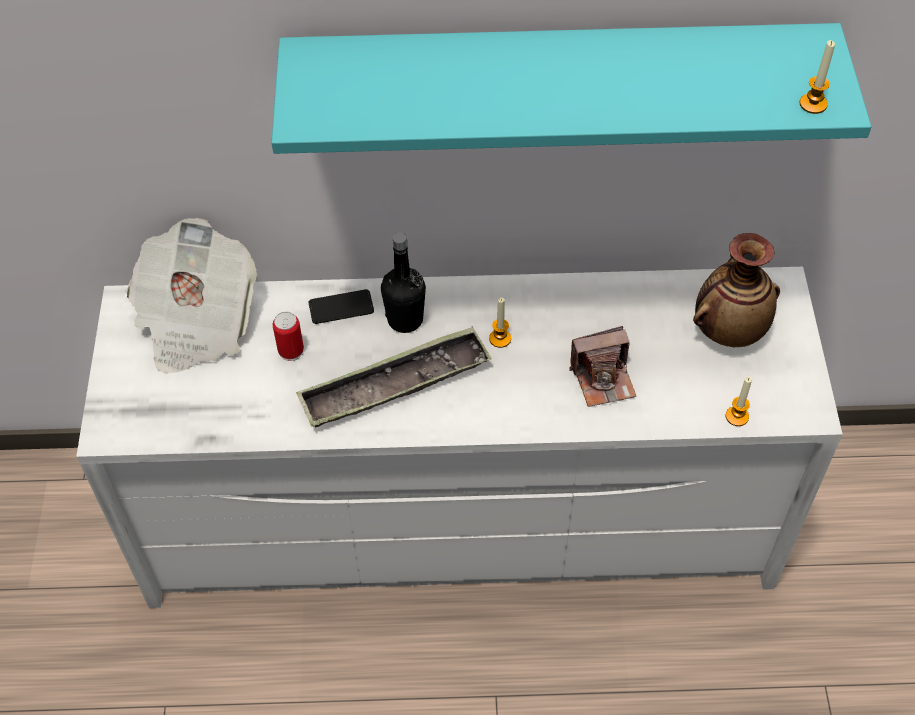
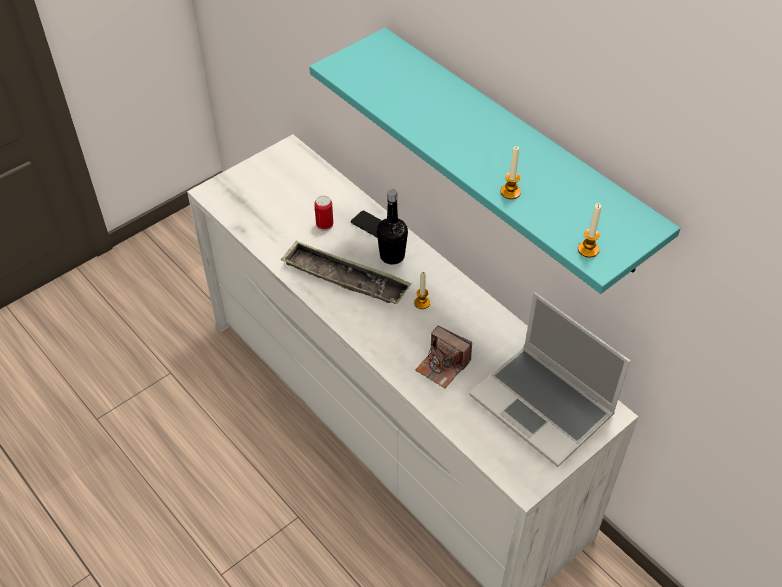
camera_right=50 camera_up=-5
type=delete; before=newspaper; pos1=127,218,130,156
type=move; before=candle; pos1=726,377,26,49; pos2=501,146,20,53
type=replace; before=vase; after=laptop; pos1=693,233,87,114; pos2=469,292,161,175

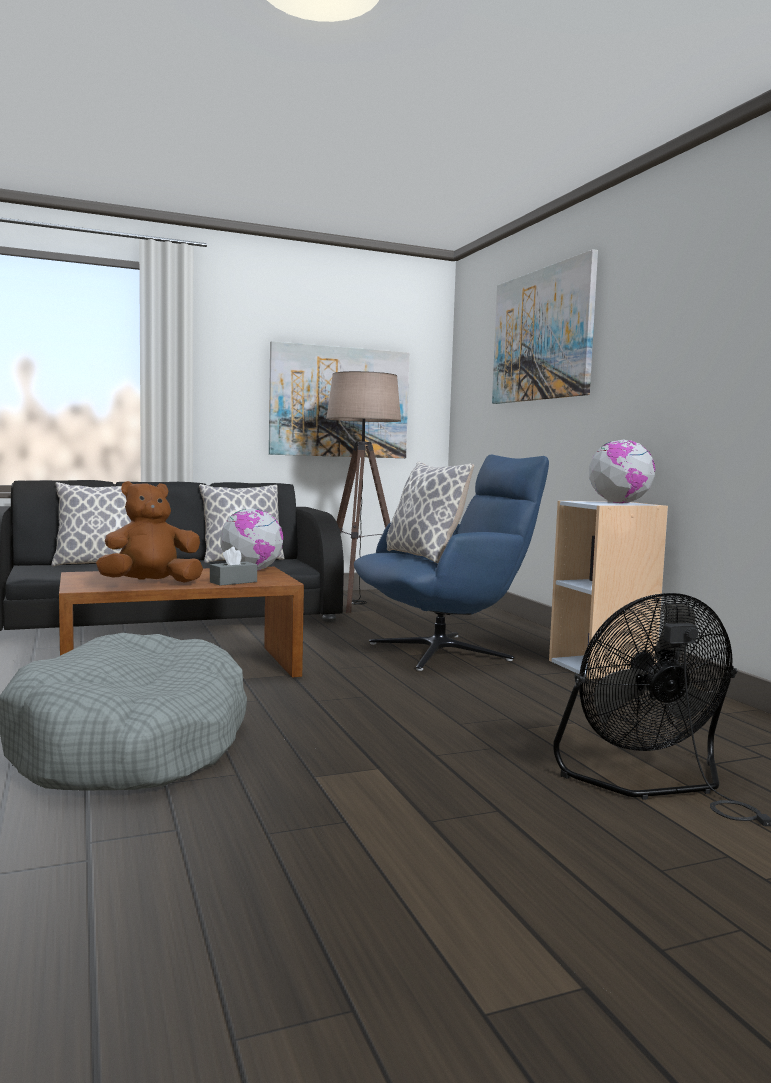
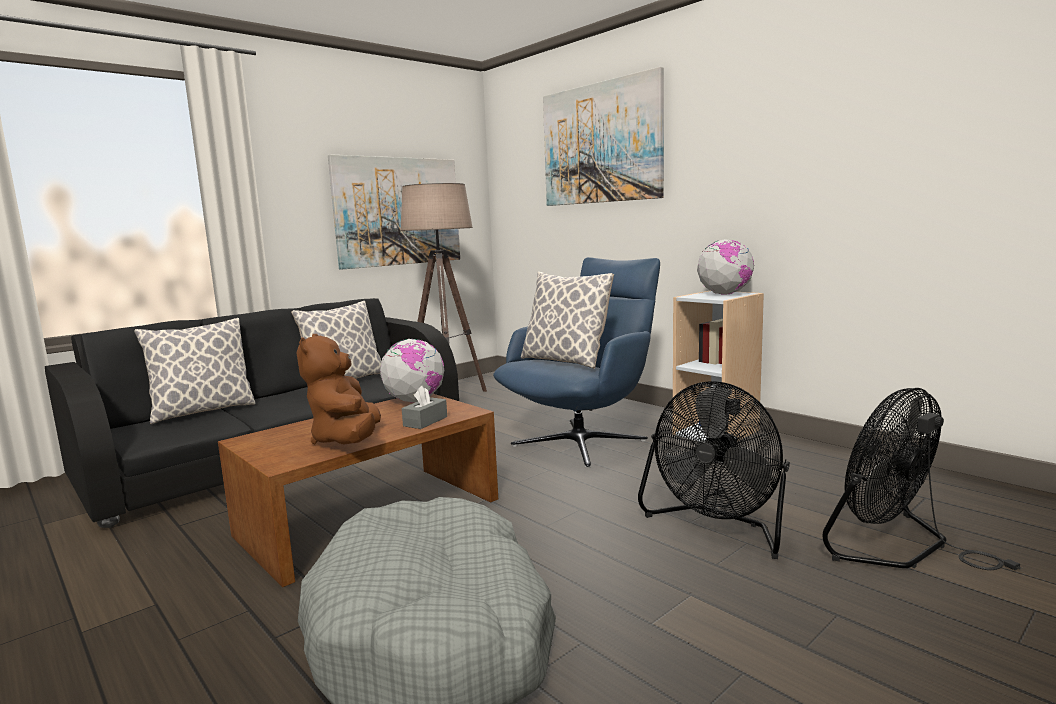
camera_right=-20 camera_up=5
type=insert; after=black_fan; pos2=638,381,152,178
type=rotate; before=brown_plush_toy; pos1=96,481,107,102; pos2=297,334,84,110; turn=-45

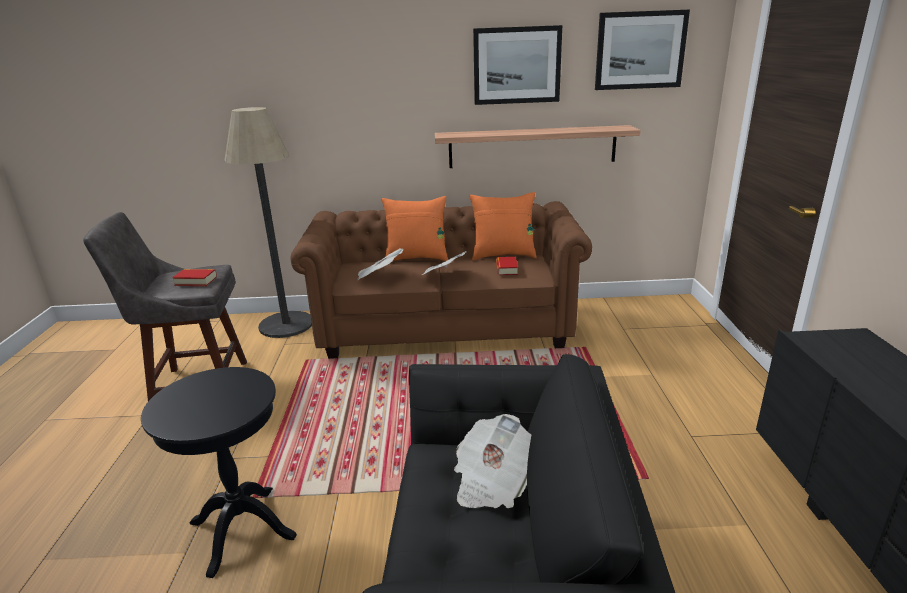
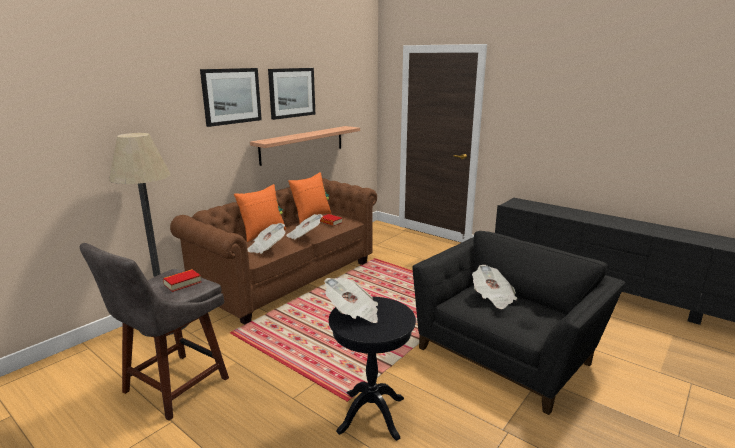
camera_right=-50 camera_up=-5
type=insert; after=newspaper; pos2=324,278,54,45
type=move; before=picture; pos1=595,10,95,80; pos2=200,68,62,59

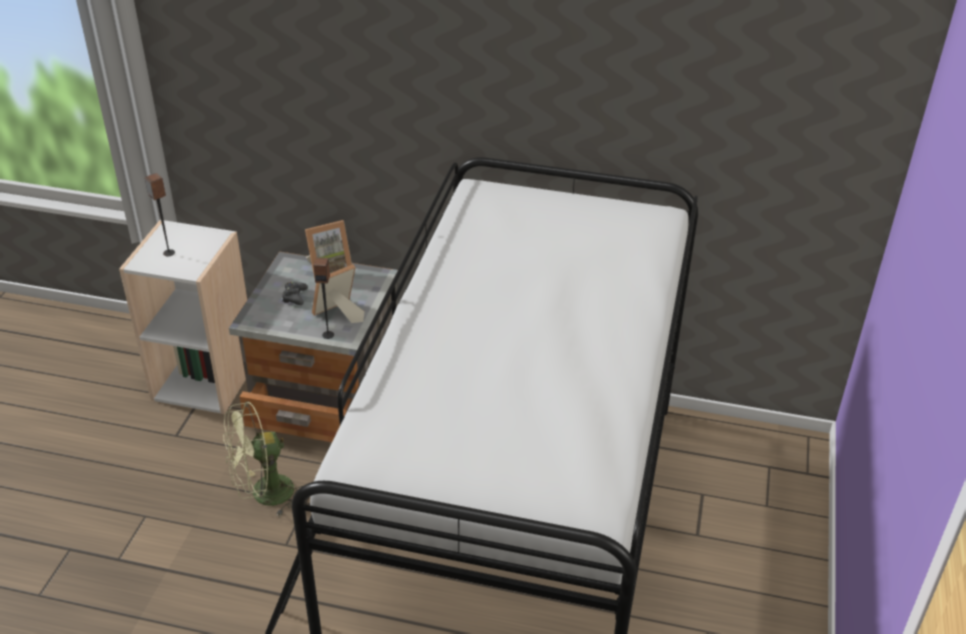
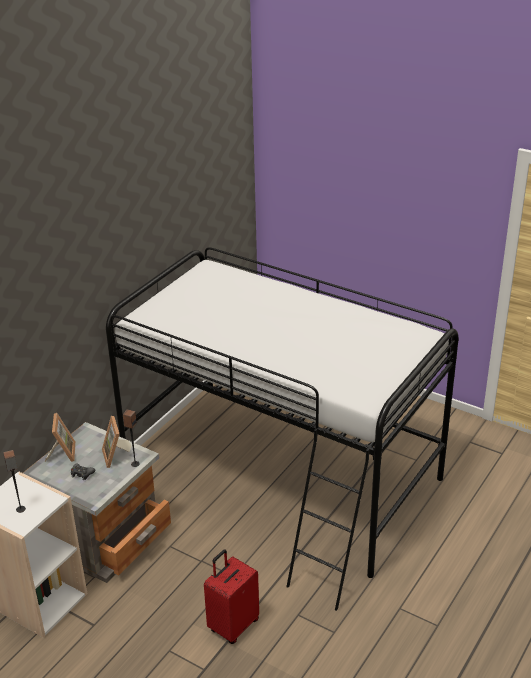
camera_right=-70 camera_up=-5
type=delete; before=green_fan; pos1=223,401,79,116
type=insert; after=red_suitcase; pos2=204,549,55,95

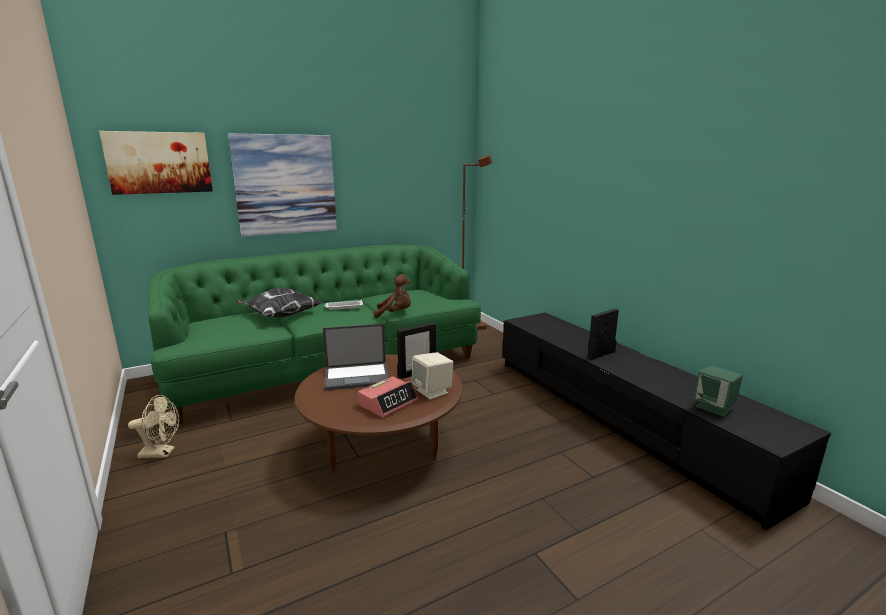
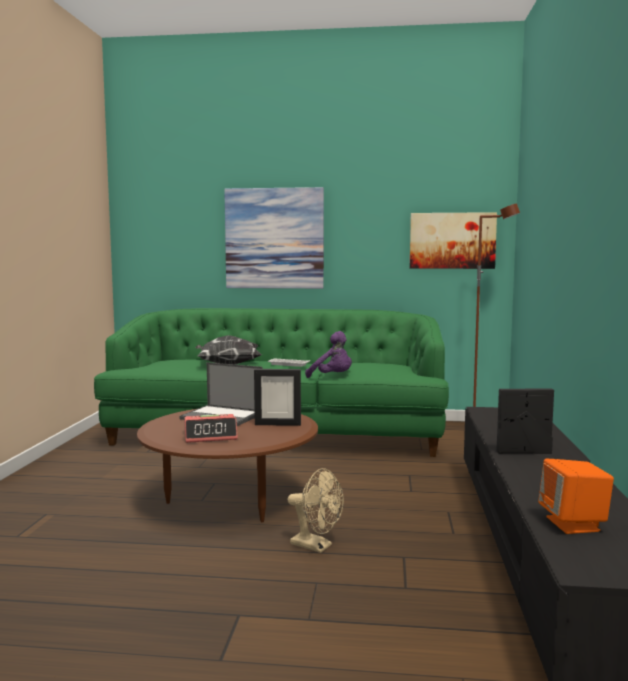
camera_right=35 camera_up=-10
type=delete; before=beige_speaker; pos1=411,352,42,48
type=move; before=picture; pos1=99,131,114,64; pos2=410,212,87,57
type=move; before=beige_fan; pos1=128,395,51,63; pos2=288,468,56,85
type=recolor; before=brown_plush_toy; after=purple_plush_toy; pos1=374,274,37,44; pos2=305,331,47,47
type=recolor; before=green_speaker; after=orange_speaker; pos1=693,366,50,51; pos2=538,459,76,75

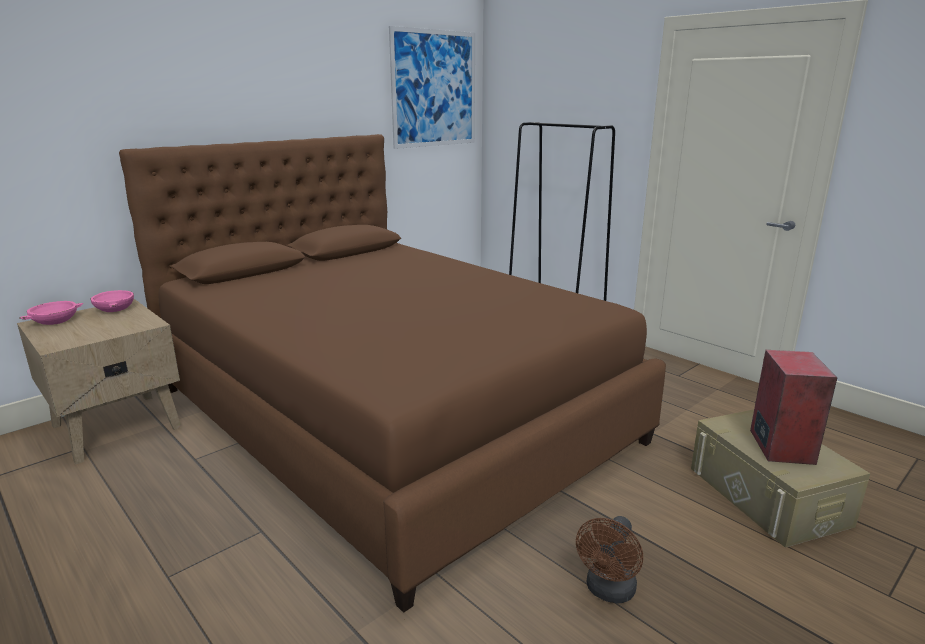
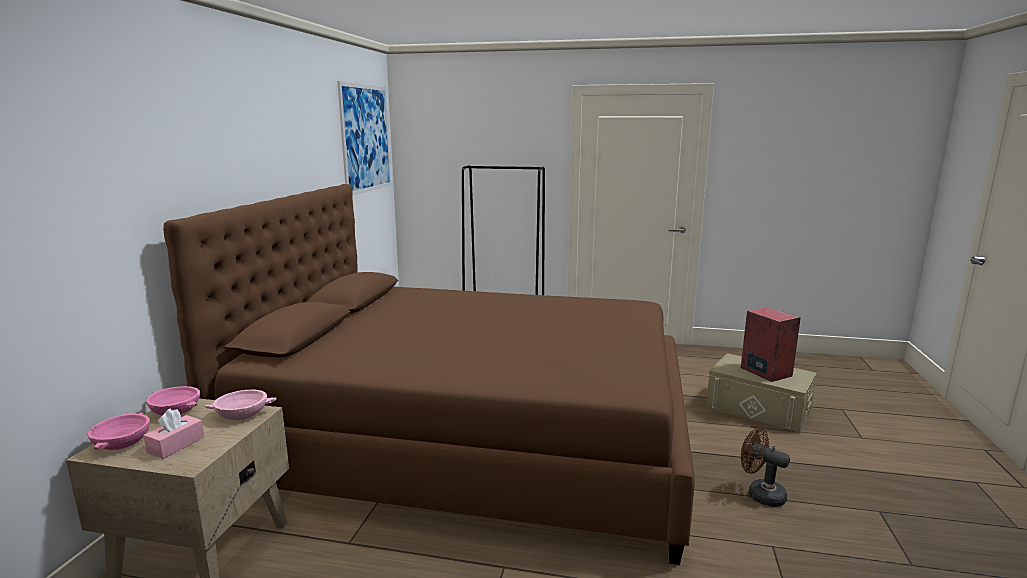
camera_right=-35 camera_up=-5
type=insert; after=pink_tissue_box; pos2=143,409,61,50
type=insert; after=pink_bowl; pos2=204,390,73,30
type=rotate; before=brown_fan; pos1=576,516,67,88; pos2=741,428,49,79; turn=135

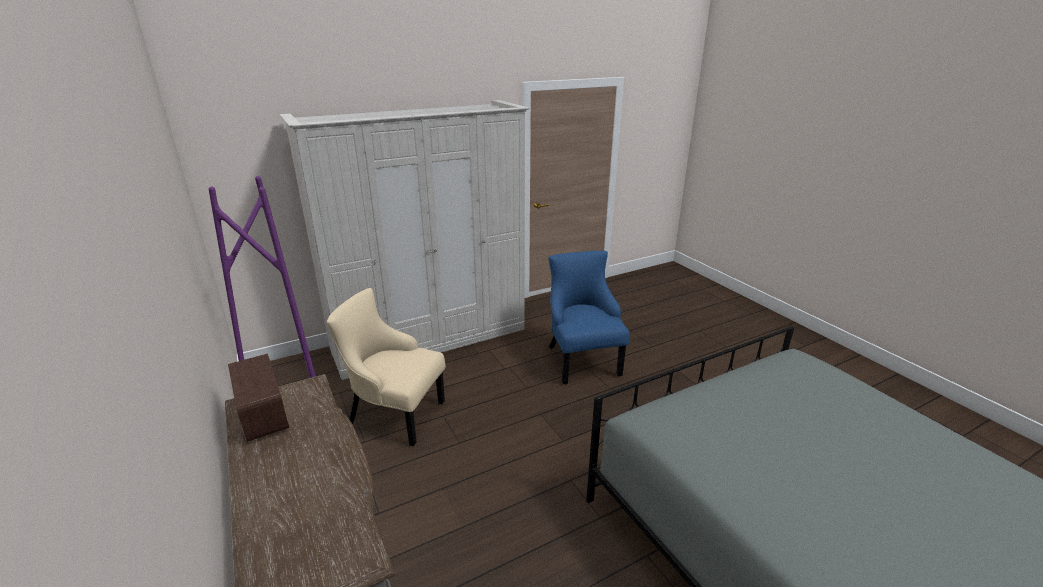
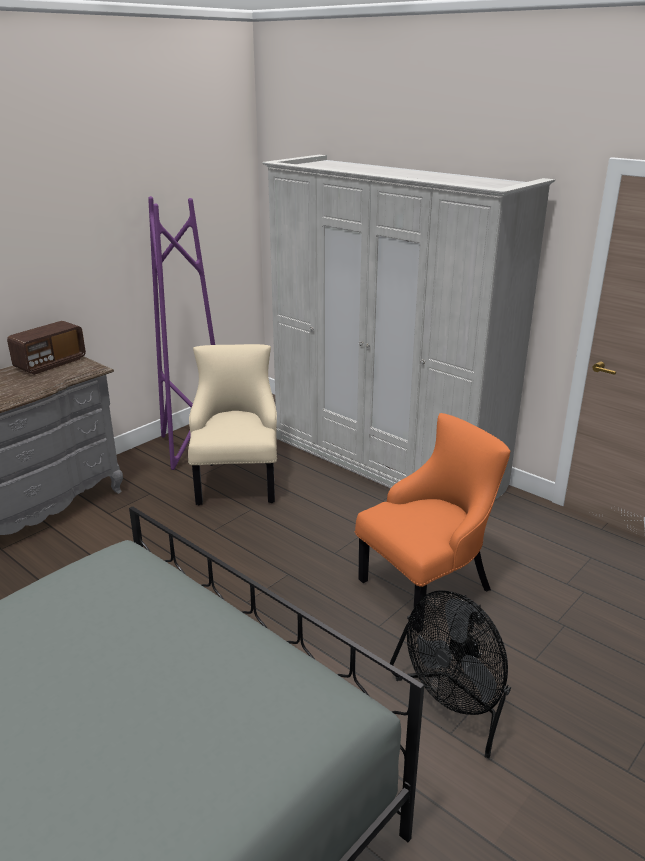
camera_right=70 camera_up=0
type=insert; after=black_fan; pos2=390,590,121,168
type=recolor; before=blue_chair; after=orange_chair; pos1=548,251,82,133; pos2=355,413,155,220

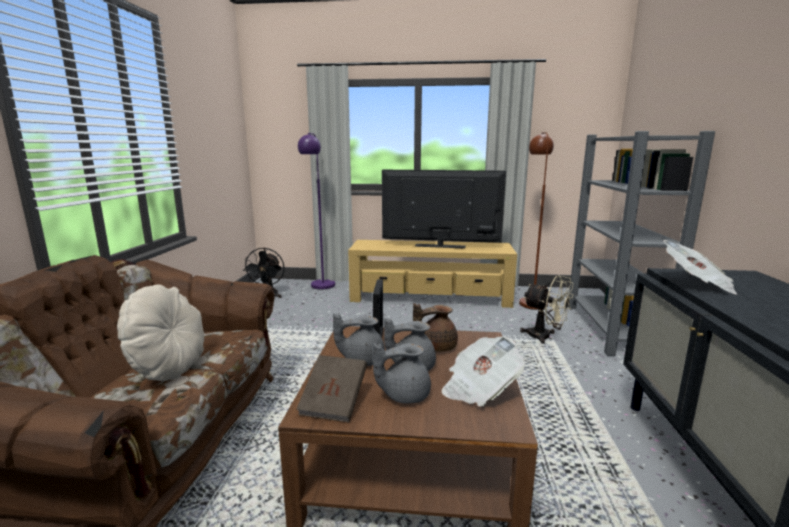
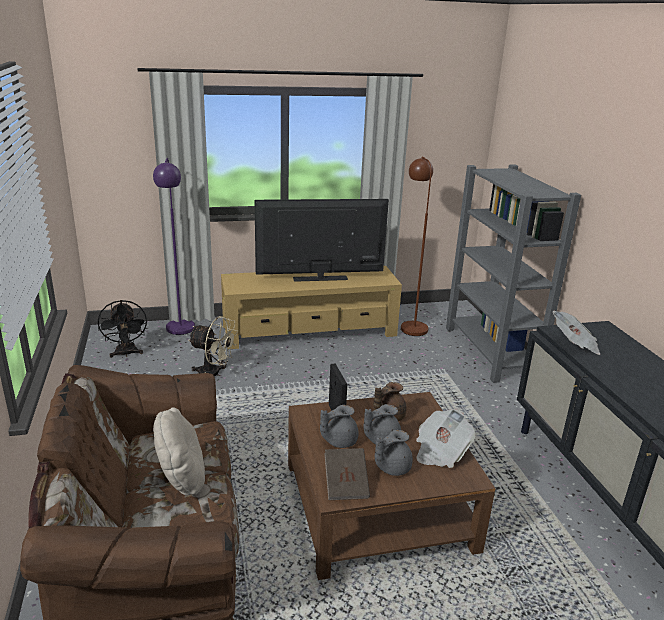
camera_right=-20 camera_up=10
type=move; before=beige_fan; pos1=520,275,53,69; pos2=188,316,50,61

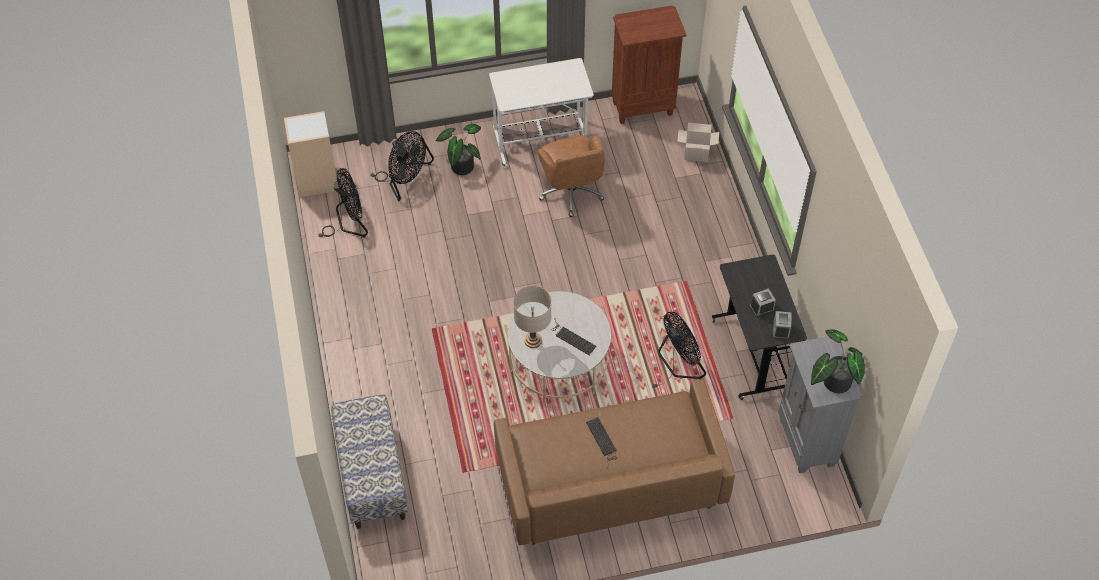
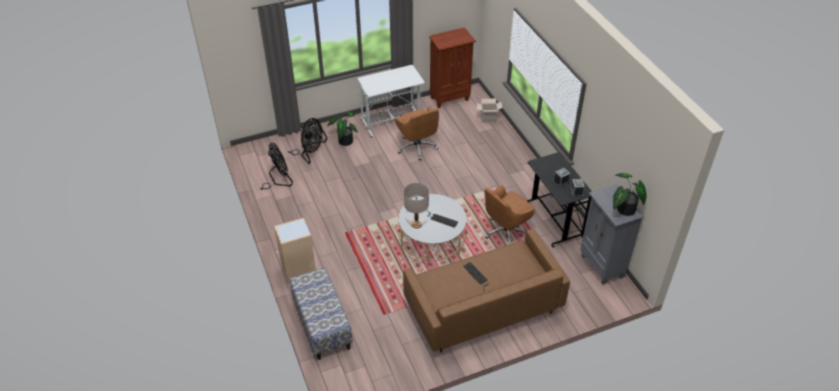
camera_right=-10 camera_up=-10
type=move; before=bookcase; pos1=284,111,53,86; pos2=274,218,42,66
type=replace; before=black_fan; after=brown_office_chair; pos1=653,312,53,76; pos2=485,186,50,58

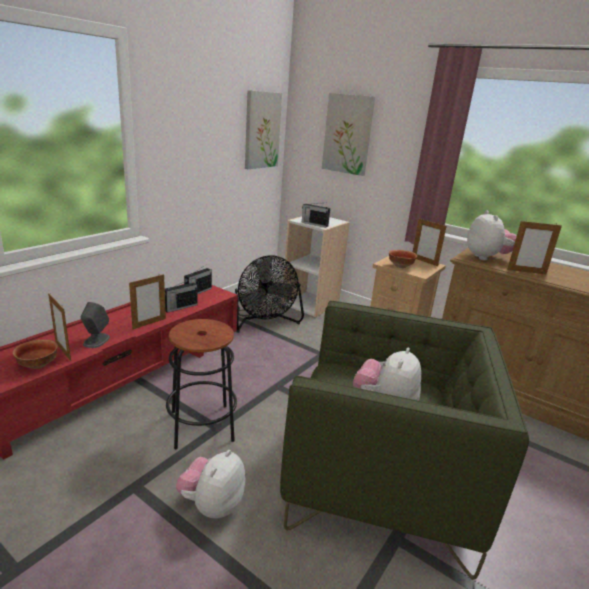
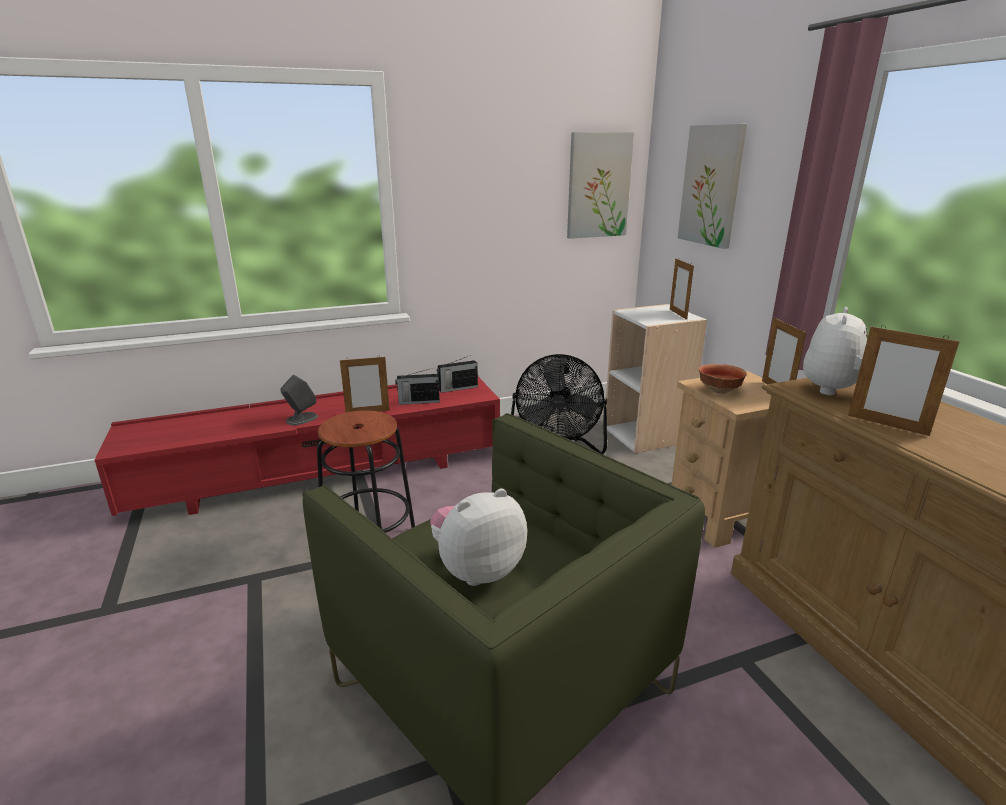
camera_right=35 camera_up=0
type=delete; before=bowl; pos1=13,340,45,29
type=delete; before=plush_toy; pos1=176,450,70,69
type=delete; before=radio; pos1=302,203,28,24
type=move; before=picture_frame; pos1=48,293,23,68; pos2=670,258,24,62

